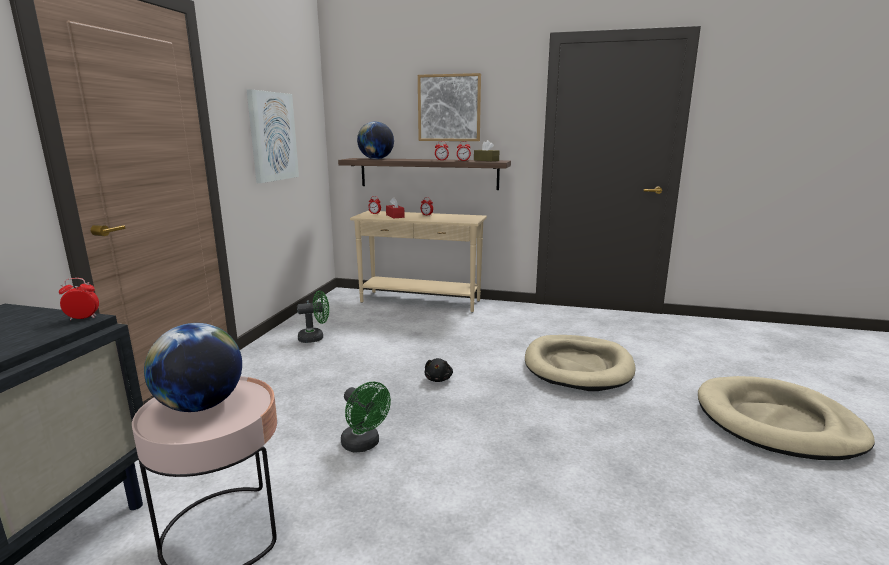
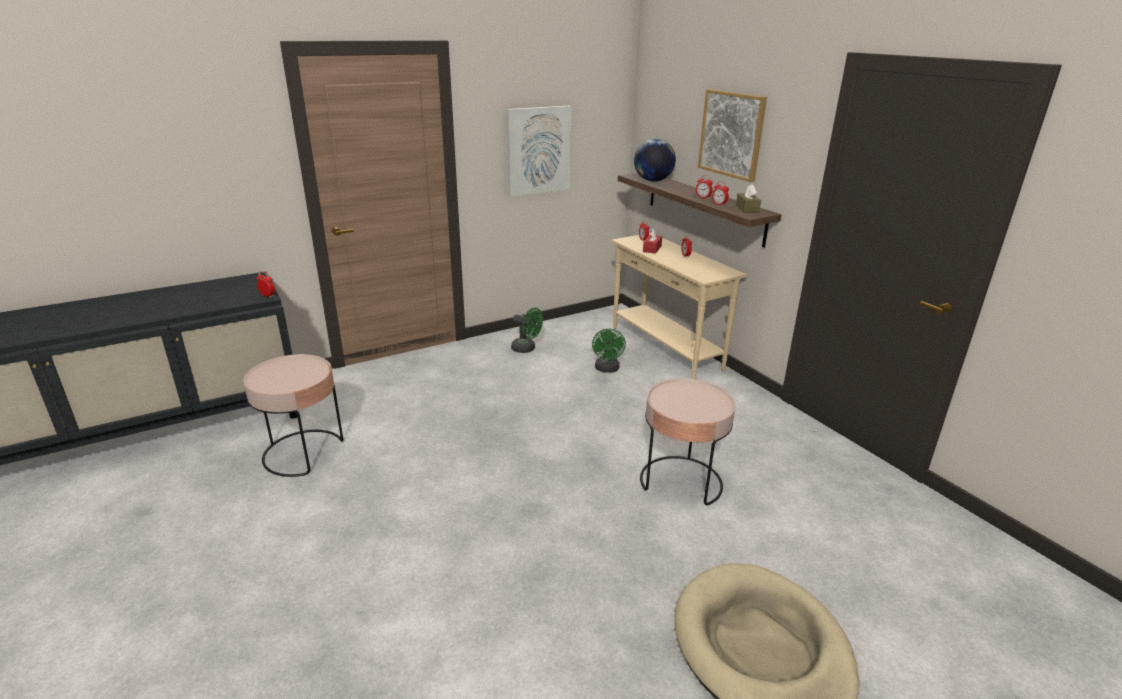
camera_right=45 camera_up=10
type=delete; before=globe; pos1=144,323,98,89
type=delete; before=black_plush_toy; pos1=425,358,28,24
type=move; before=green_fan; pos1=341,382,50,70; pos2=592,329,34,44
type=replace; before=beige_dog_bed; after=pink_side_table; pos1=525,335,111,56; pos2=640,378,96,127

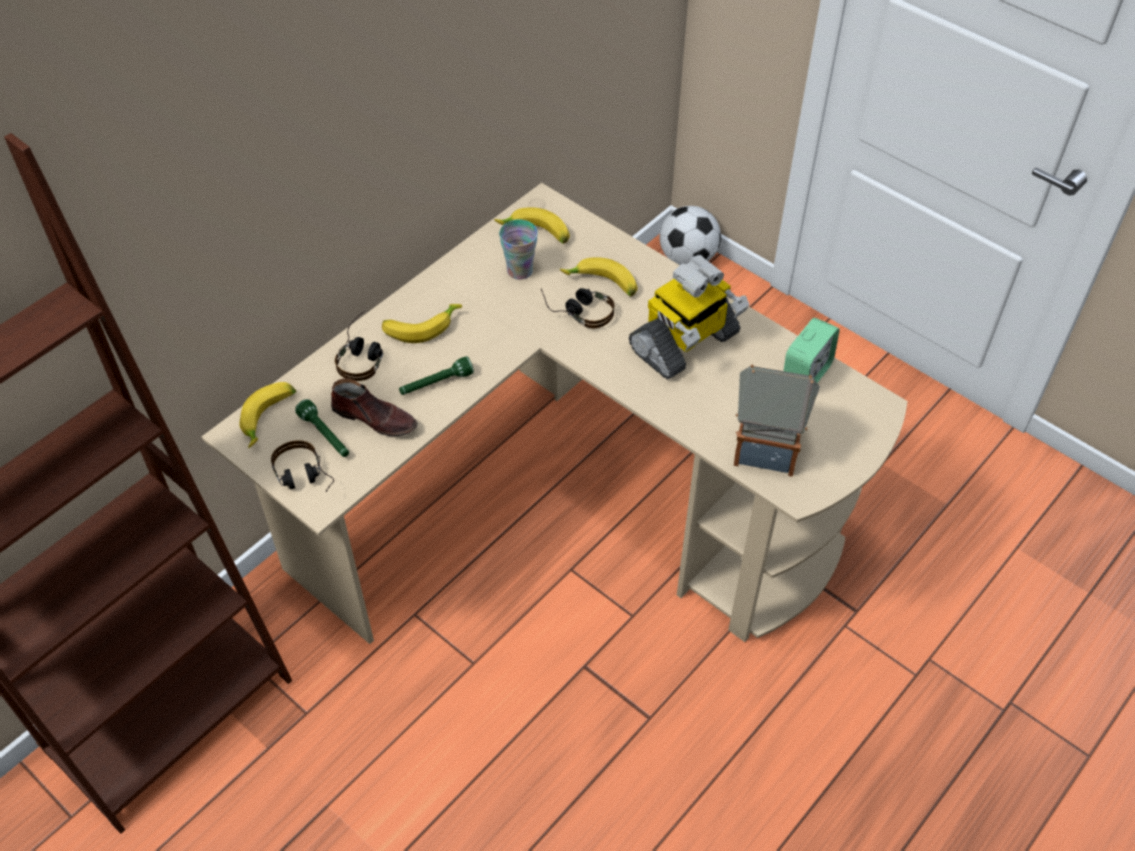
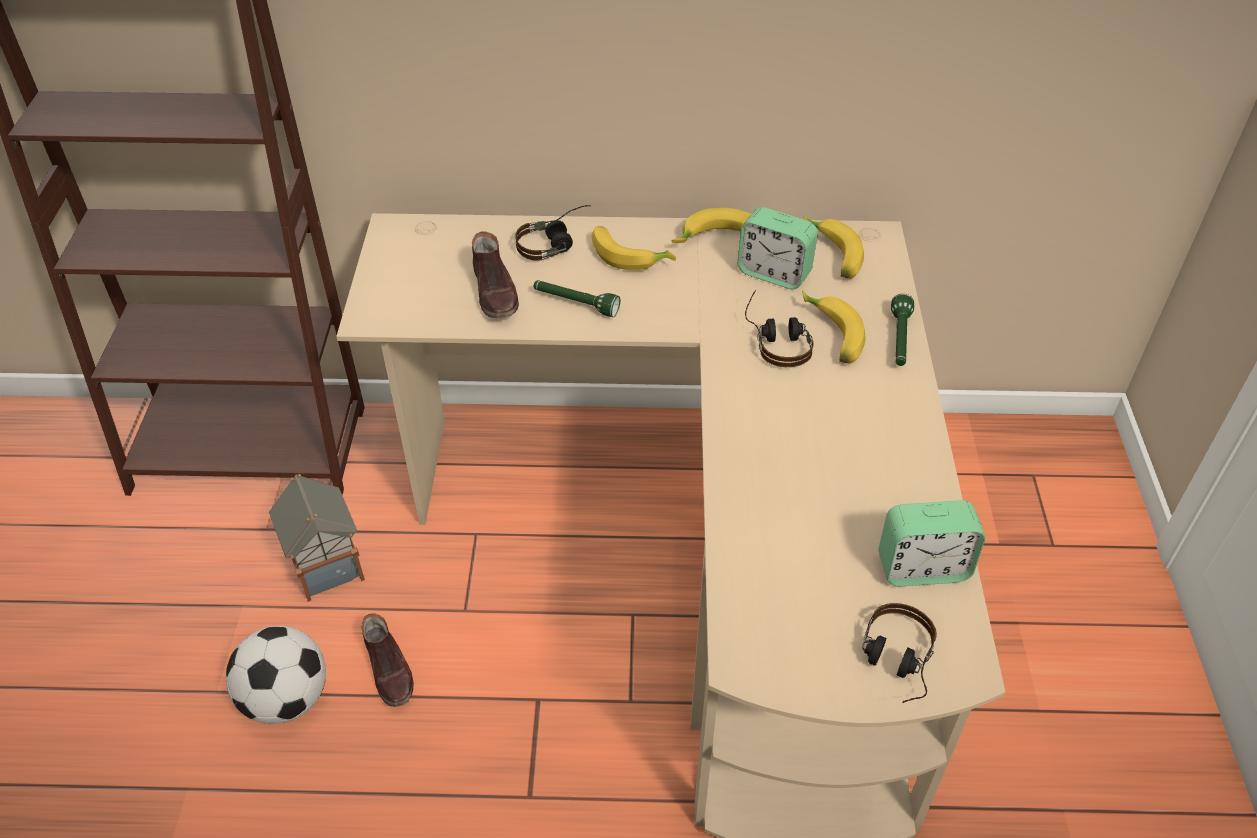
camera_right=50 camera_up=-5
type=delete; before=toy_robot; pos1=629,255,121,124
type=insert; after=brown_shoe; pos2=362,613,52,94
type=move; before=banana; pos1=239,382,57,66; pos2=672,207,79,36
type=move; before=headphones; pos1=271,441,63,51; pos2=862,603,75,100
type=move; before=green_flashlight; pos1=295,399,54,58; pos2=891,294,23,72
type=move; before=football; pos1=660,206,61,59; pos2=226,626,100,98
type=move; before=toy_house; pos1=734,364,86,113; pos2=269,474,96,128
type=replace; before=cup; after=alarm_clock; pos1=499,219,39,61; pos2=737,207,81,82

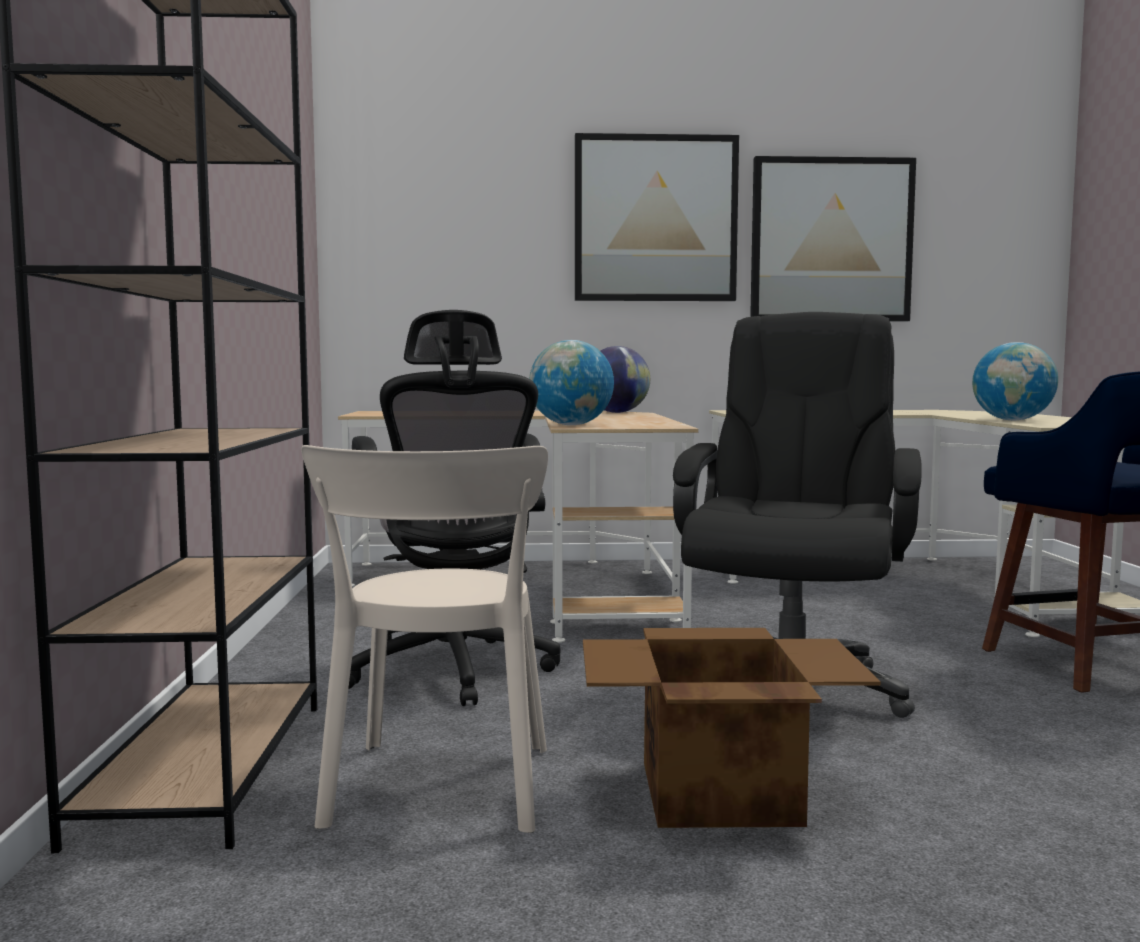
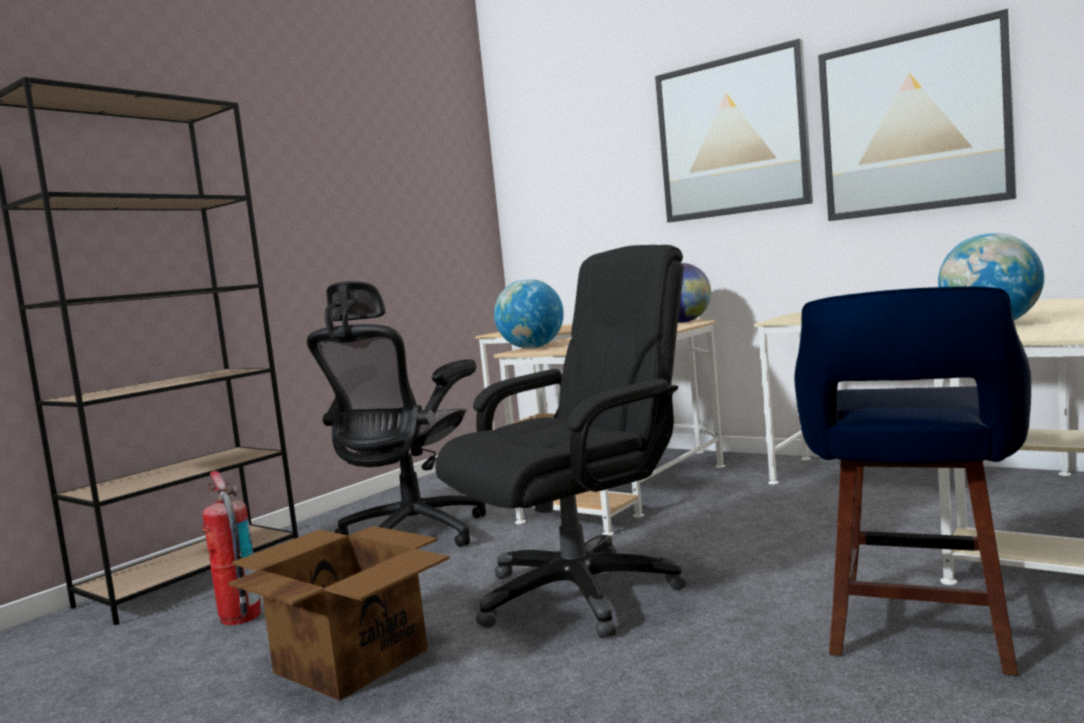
camera_right=40 camera_up=0
type=replace; before=beige_chair; after=fire_extinguisher; pos1=301,445,247,388; pos2=202,471,59,154

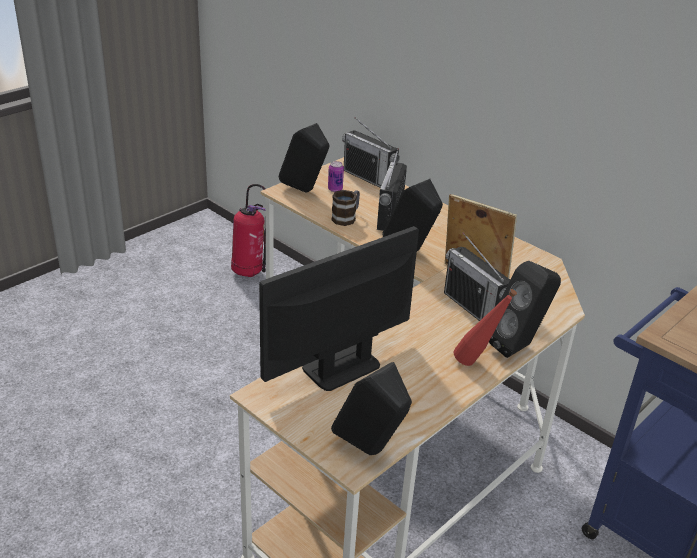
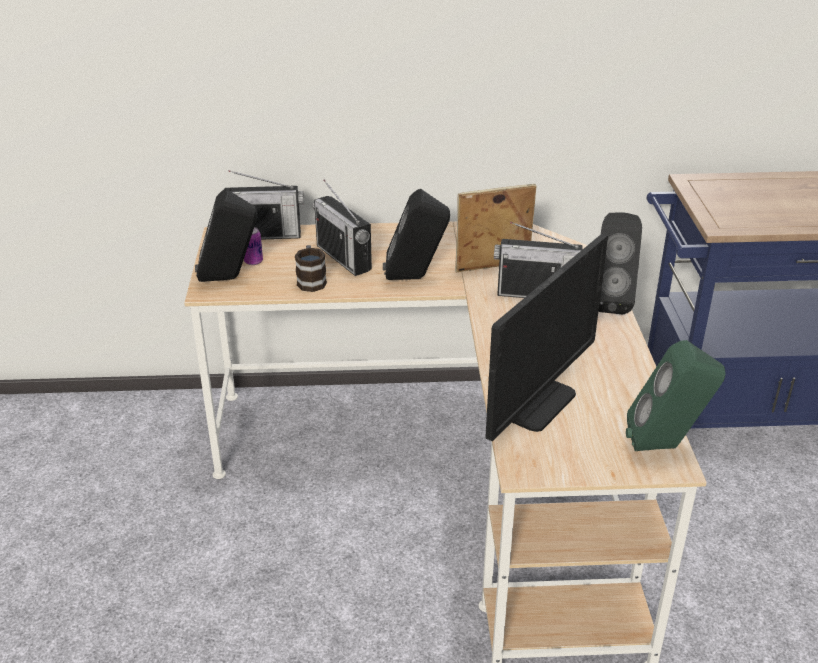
camera_right=-45 camera_up=0
type=delete; before=fire_extinguisher; pos1=231,184,35,93
type=delete; before=red_bottle; pos1=454,289,63,77
type=recolor; before=black_speaker; after=green_speaker; pos1=331,362,81,93; pos2=626,340,100,111
type=rotate; before=monitor; pos1=259,226,160,165; pos2=485,234,123,207; turn=-150

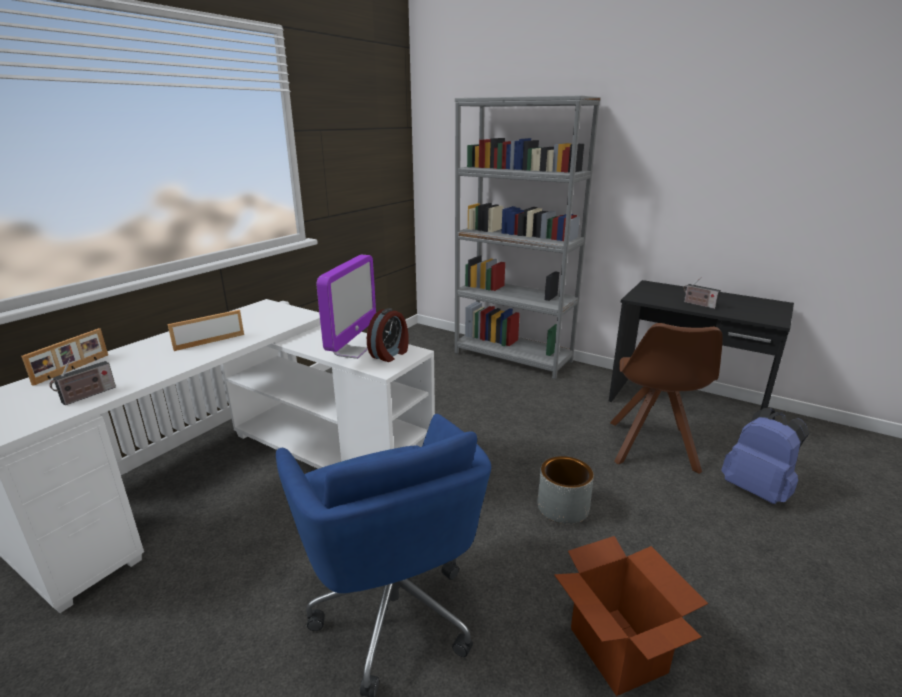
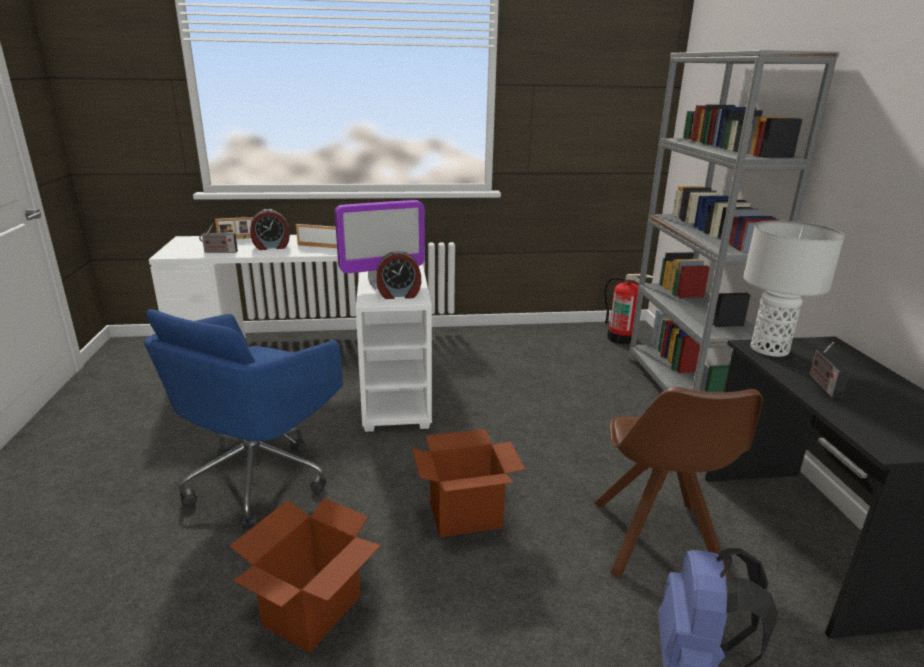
camera_right=50 camera_up=0
type=insert; after=alarm_clock; pos2=250,209,40,41
type=insert; after=fire_extinguisher; pos2=604,274,50,70
type=insert; after=white_table_lamp; pos2=743,220,101,137
type=replace; before=grey_planter; after=cardboard_box; pos1=537,456,57,68; pos2=412,429,113,108
type=rotate; before=brown_chair; pos1=610,323,113,151; pos2=594,387,169,192; turn=-60

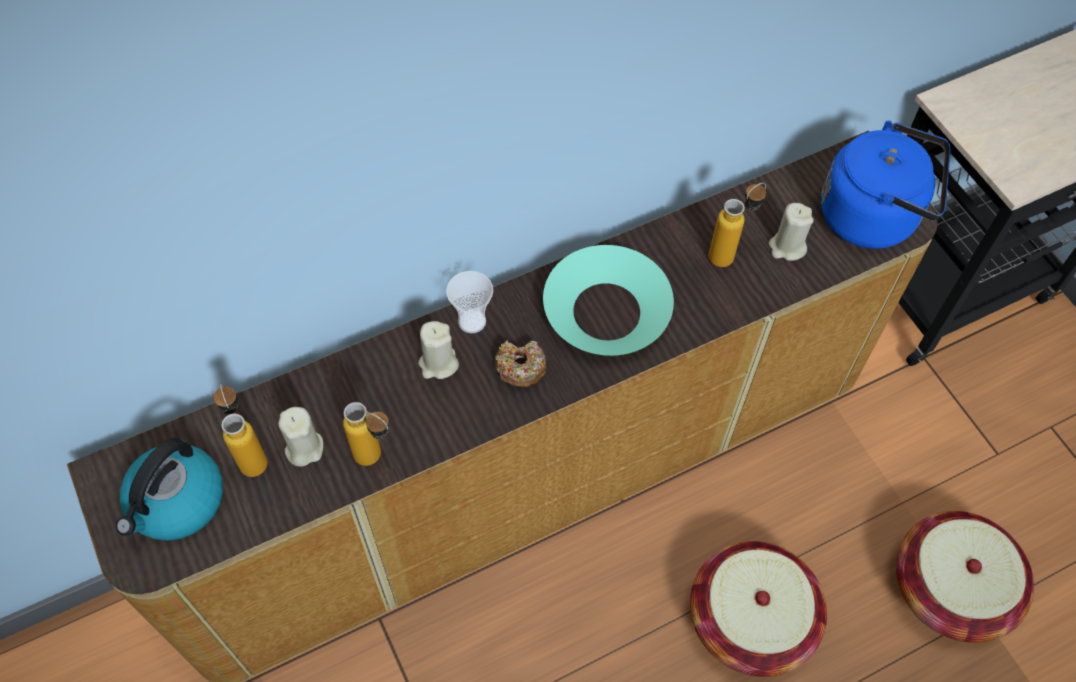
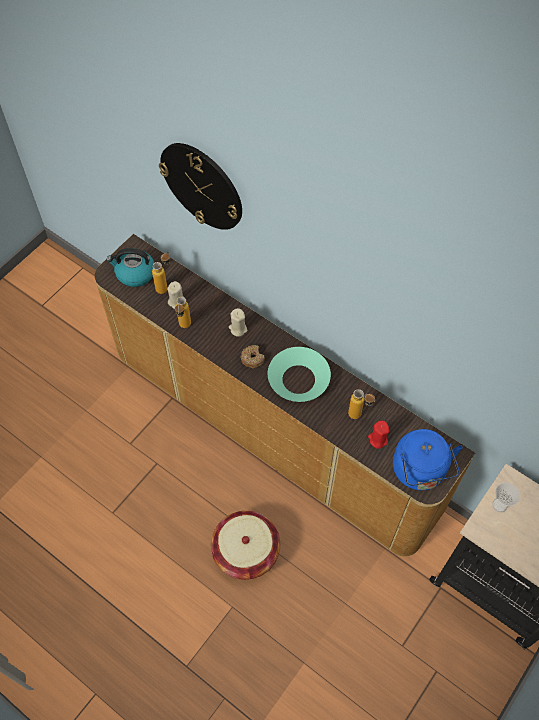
camera_right=65 camera_up=0
type=delete; before=basket; pos1=896,511,138,132
type=insert; after=wall_clock; pos2=159,143,83,87
type=move; before=cup; pos1=446,271,47,62; pos2=492,483,28,29
type=recolor; before=beige_candle; after=red_candle; pos1=769,203,45,58; pos2=368,421,21,28

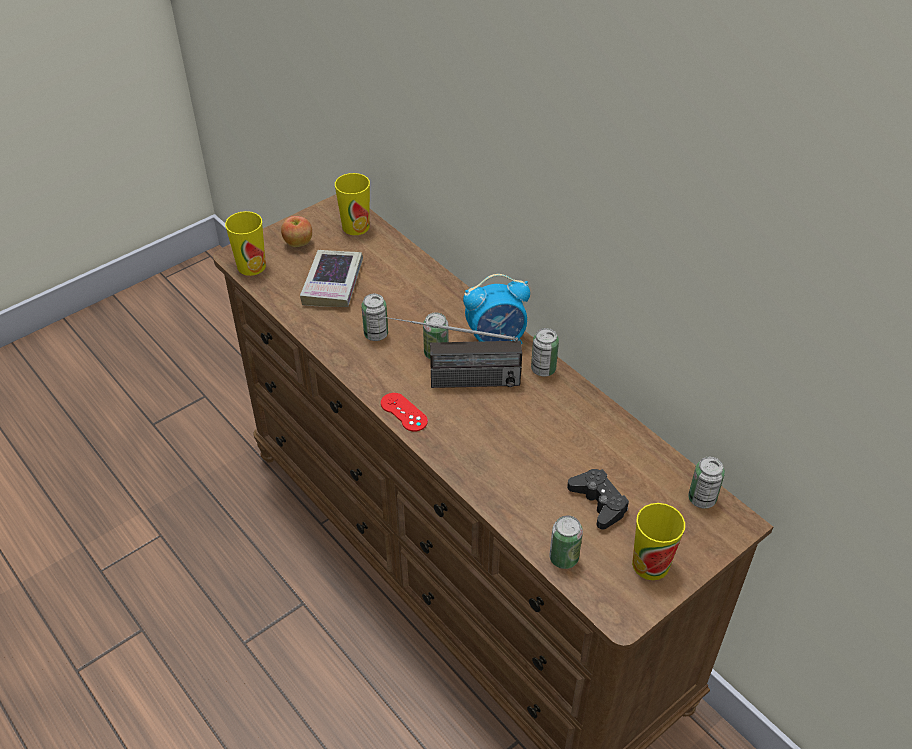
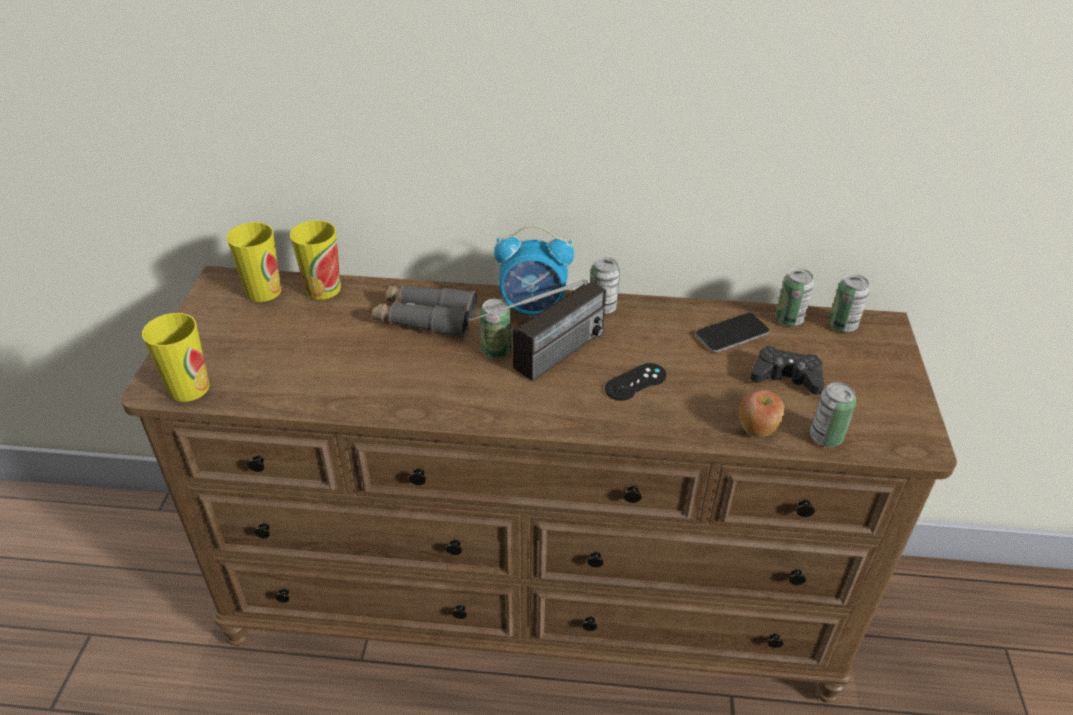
camera_right=-45 camera_up=-5
type=delete; before=book; pos1=300,250,63,57
type=delete; before=red_game_controller; pos1=381,393,47,39
type=insert; after=grey_binoculars; pos2=372,285,105,53
type=insert; after=black_game_controller; pos2=605,363,61,38
type=insert; after=phone; pos2=696,313,73,39
type=move; before=apple; pos1=281,216,31,31; pos2=739,390,45,47
type=move; before=can; pos1=361,294,27,47; pos2=776,268,38,58
type=move; before=cup; pos1=632,503,53,77; pos2=290,220,51,80
type=rotate; before=alarm_clock; pos1=463,274,67,70; pos2=494,225,80,90; turn=60

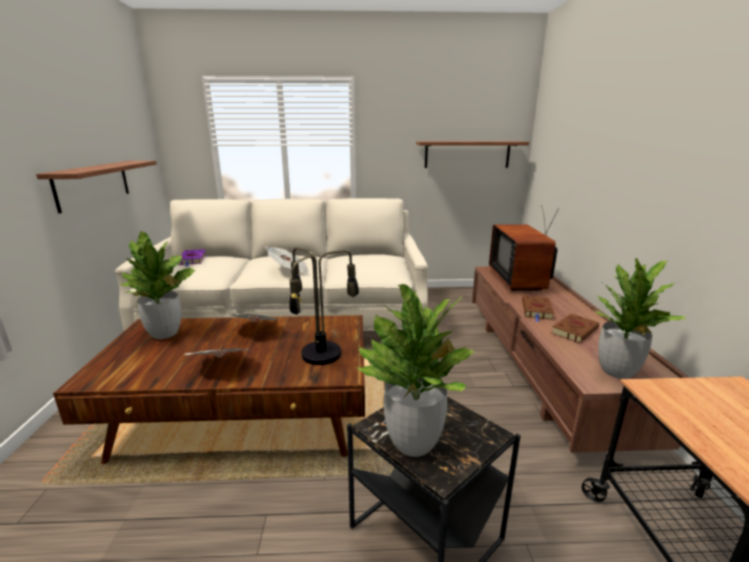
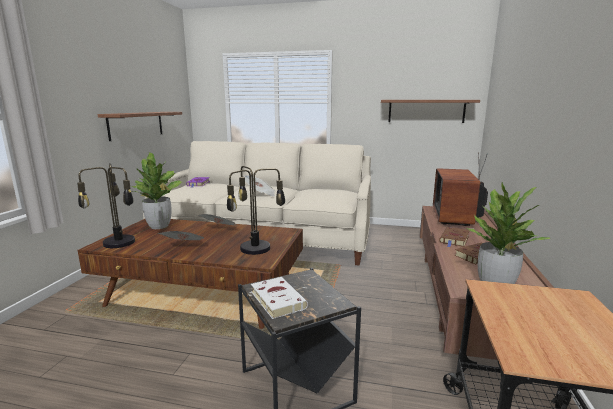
camera_right=15 camera_up=-5
type=insert; after=table_lamp; pos2=77,163,58,85
type=replace; before=potted_plant; after=white_book; pos1=356,284,119,173; pos2=251,277,57,42

